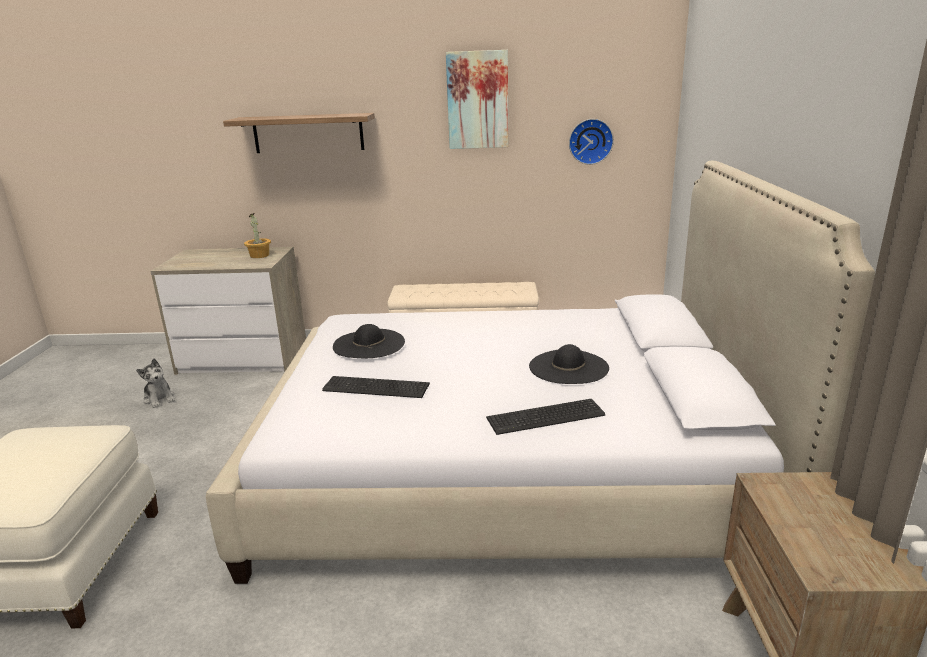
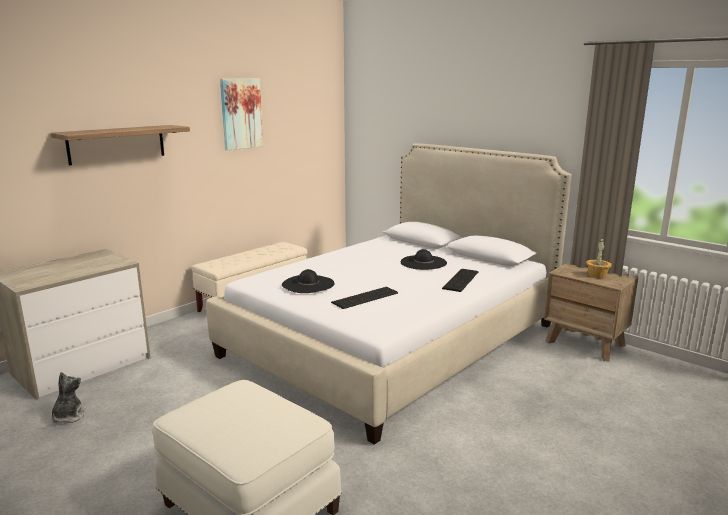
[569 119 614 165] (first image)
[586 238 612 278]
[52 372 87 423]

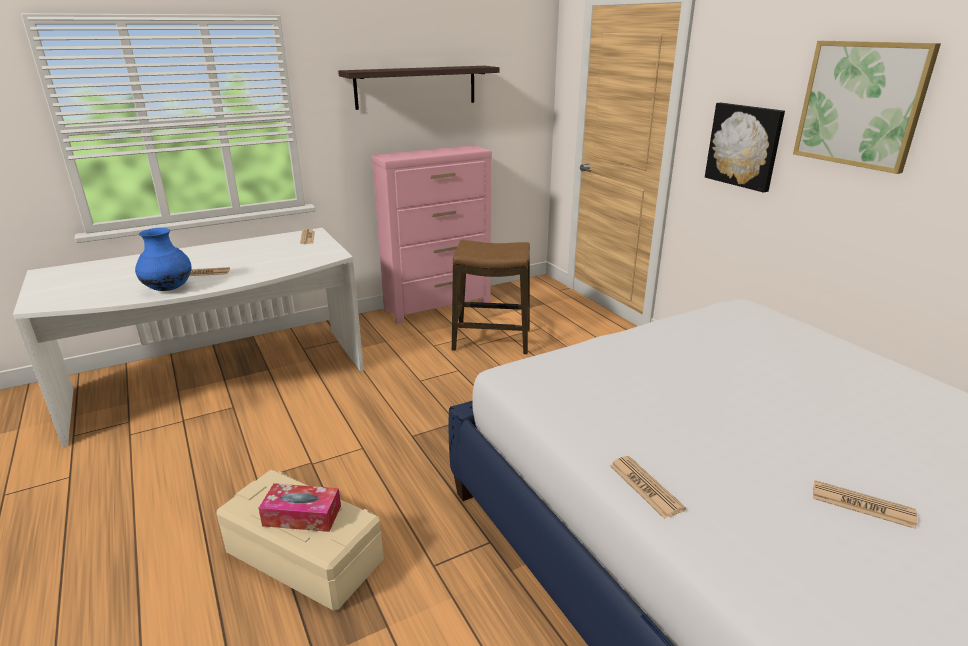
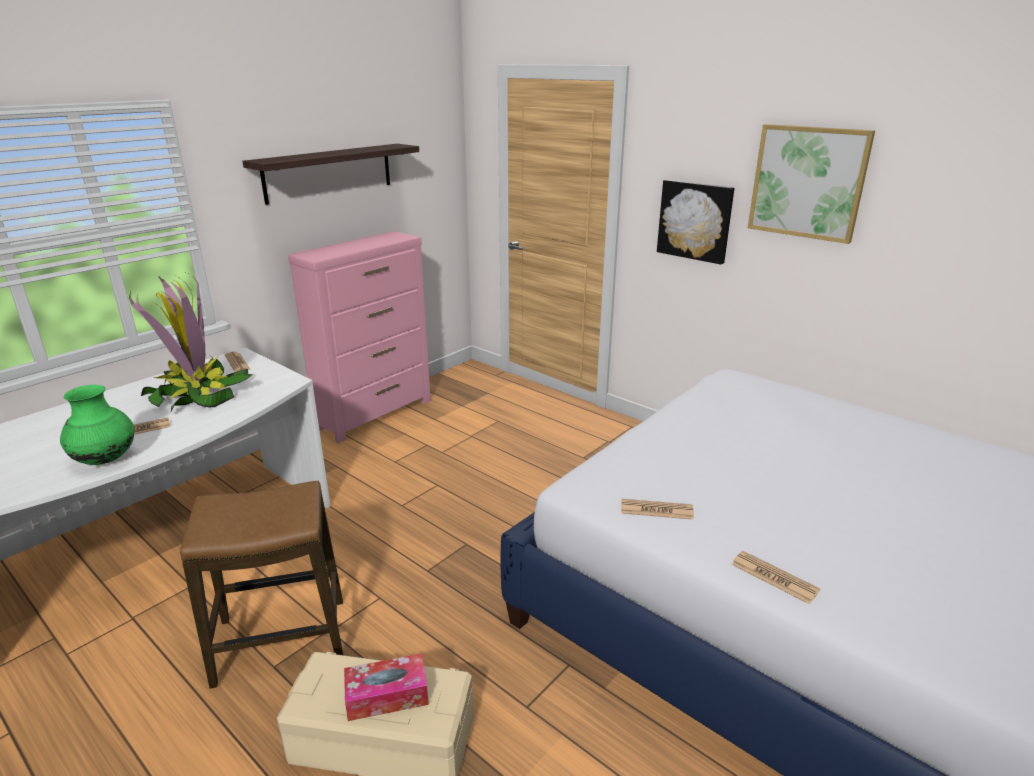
[60 385 134 465]
[180 481 343 689]
[621 499 694 520]
[129 275 253 411]

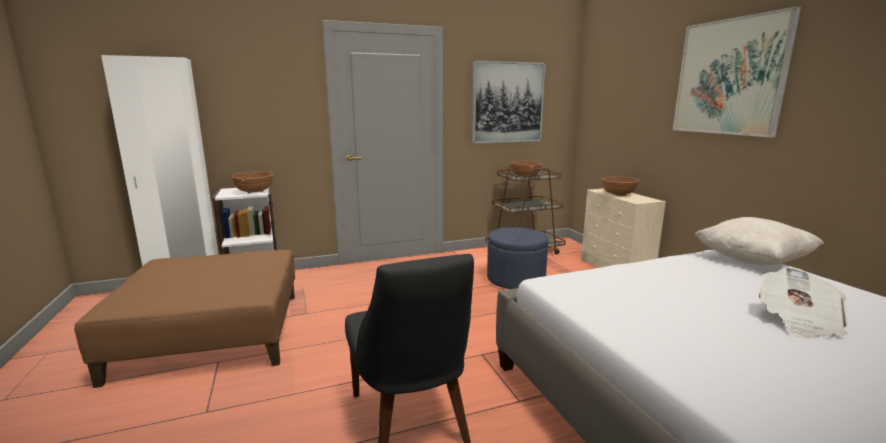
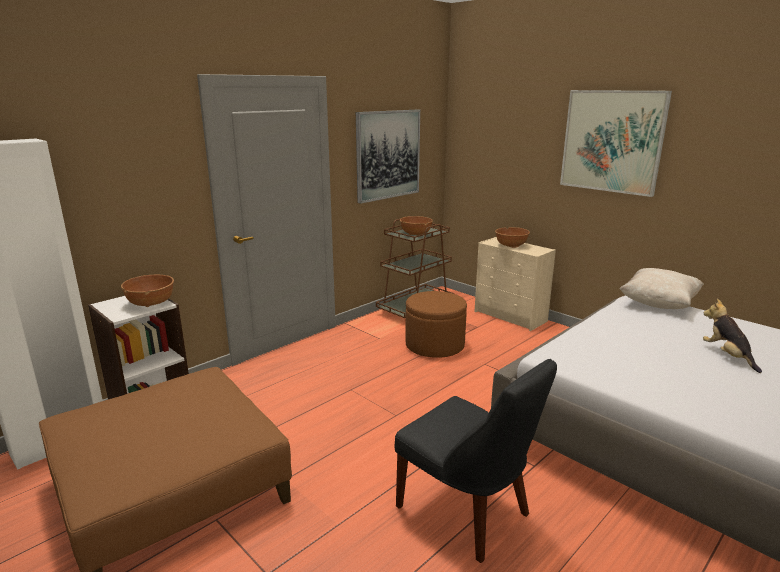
[405 291 467 358]
[703 299 762 373]

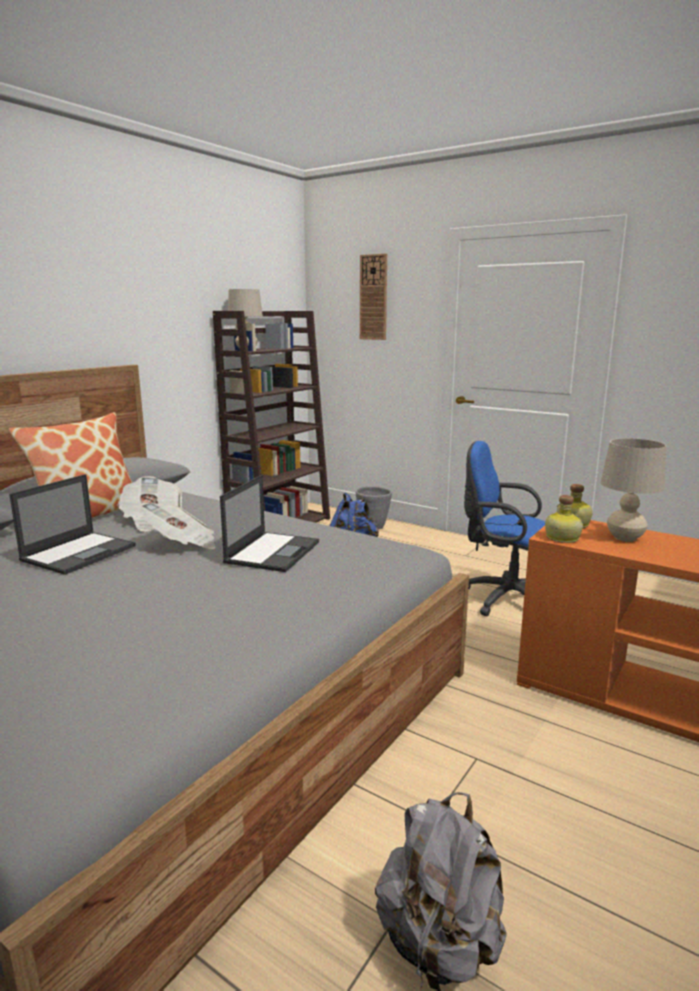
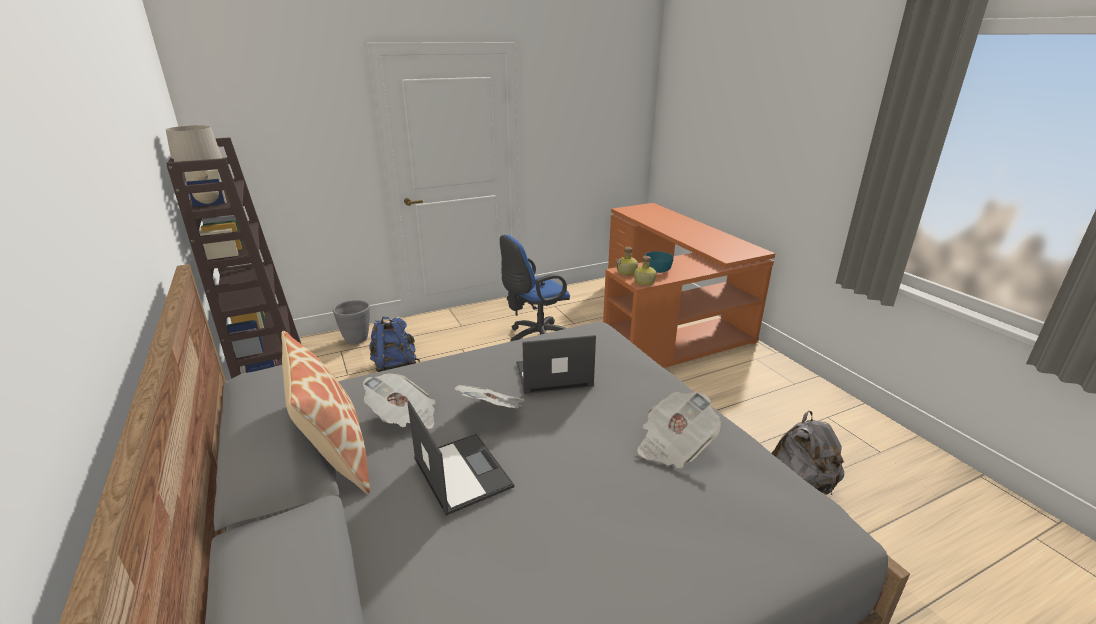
[360 254 387 340] (first image)
[645 251 674 273]
[516 335 596 394]
[637 392 721 468]

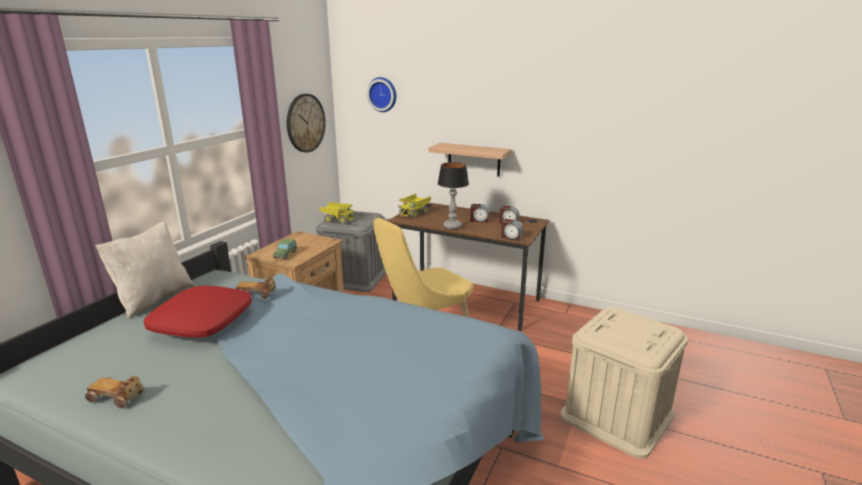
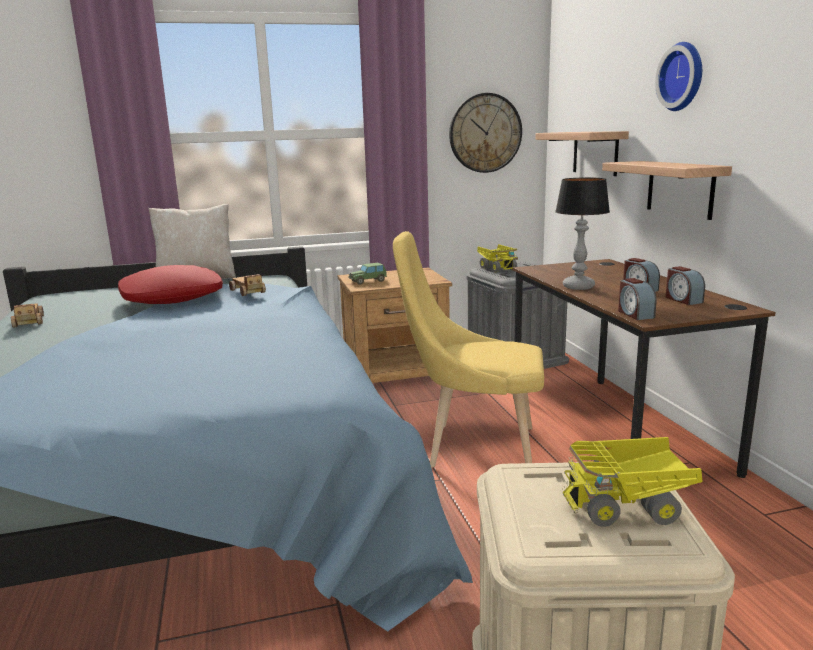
[655 42 702 111]
[563 437 703 527]
[536 131 629 176]

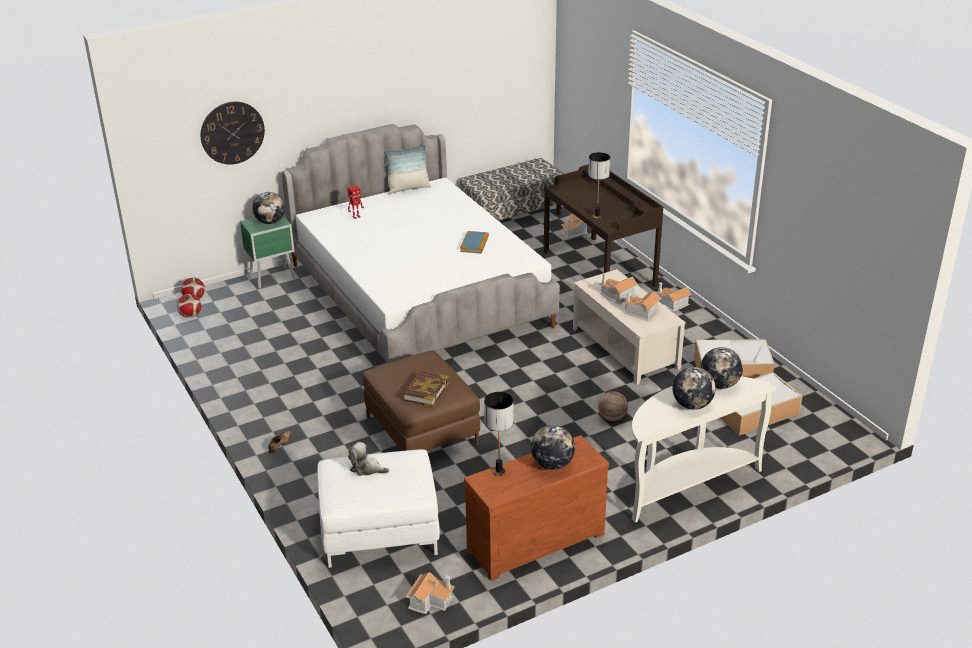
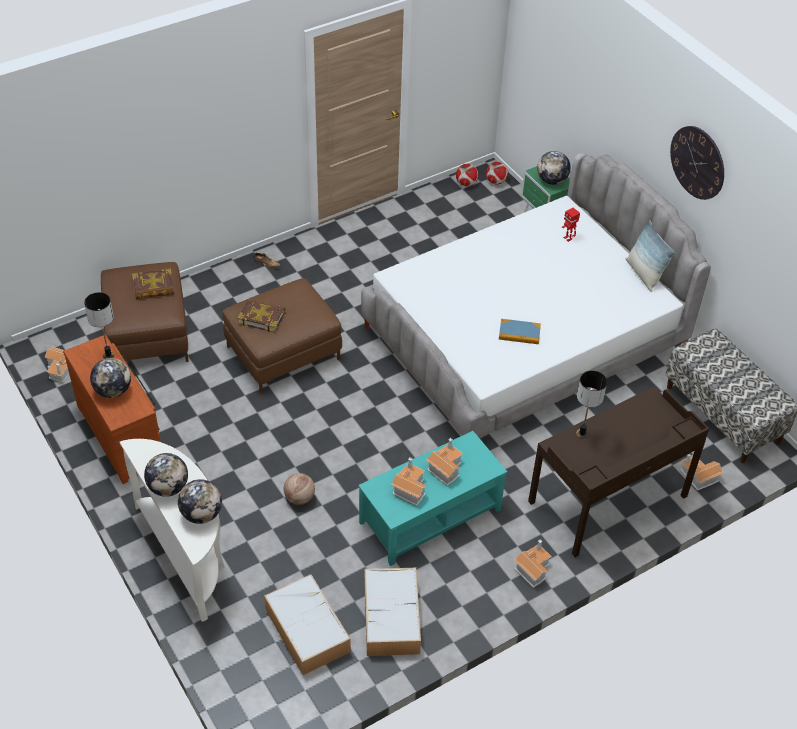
[670 126 724 200]
[358 431 507 566]
[132 269 174 299]
[101 262 189 362]

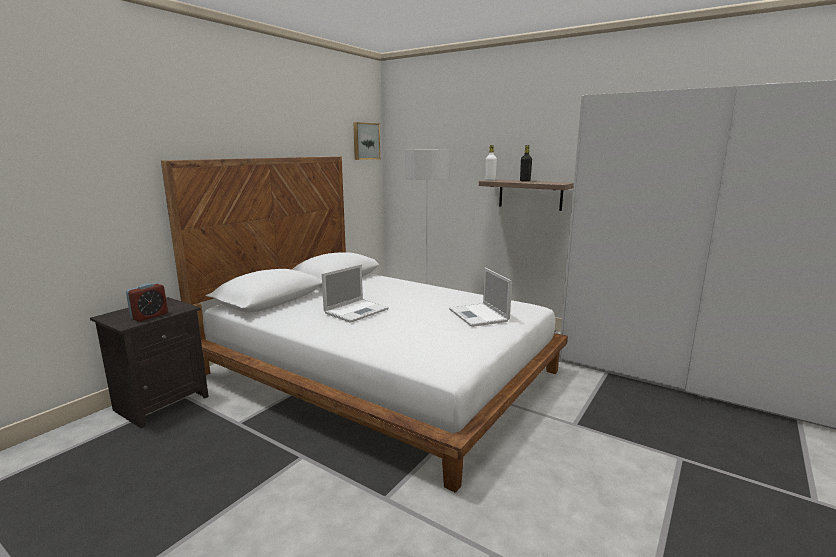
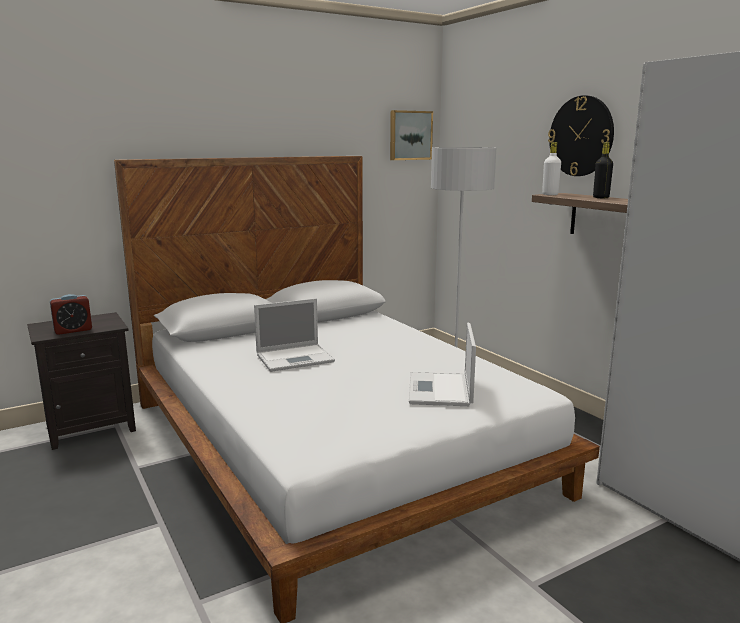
[548 95 614 176]

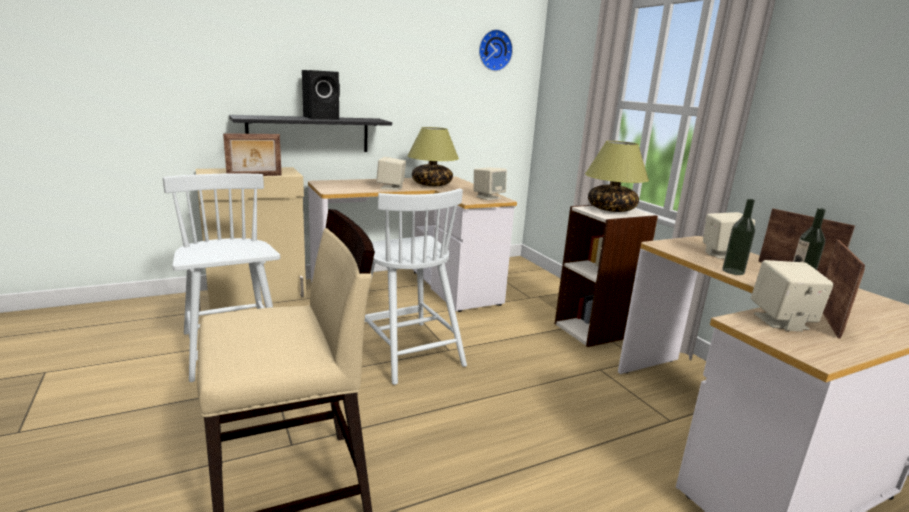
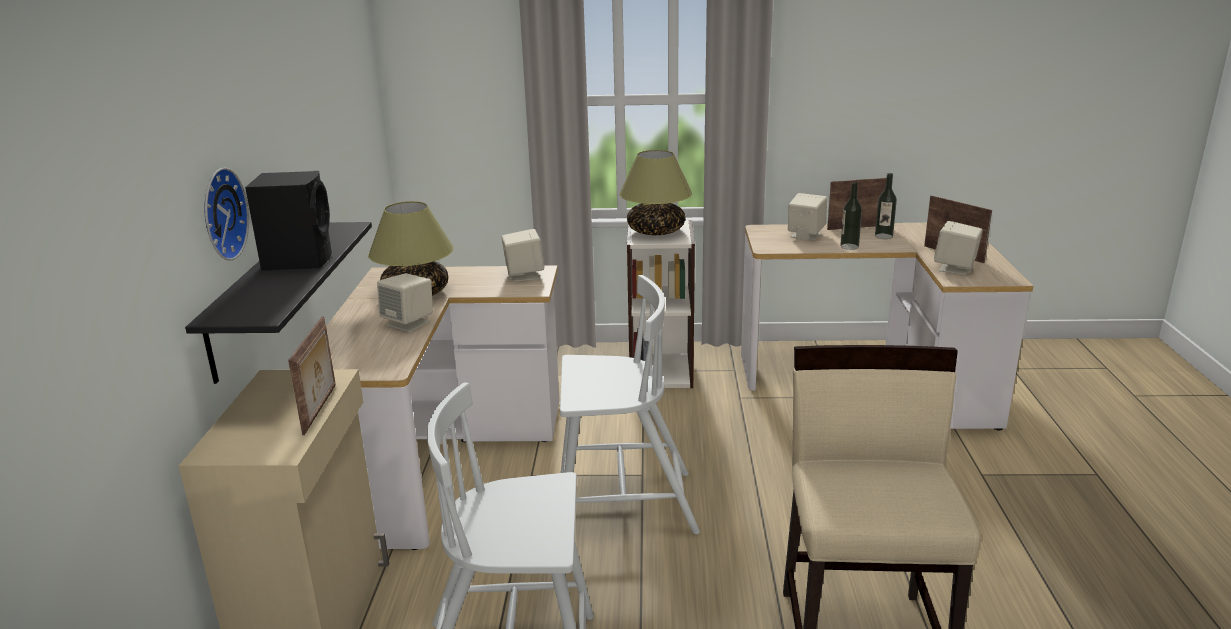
[204 167 249 261]

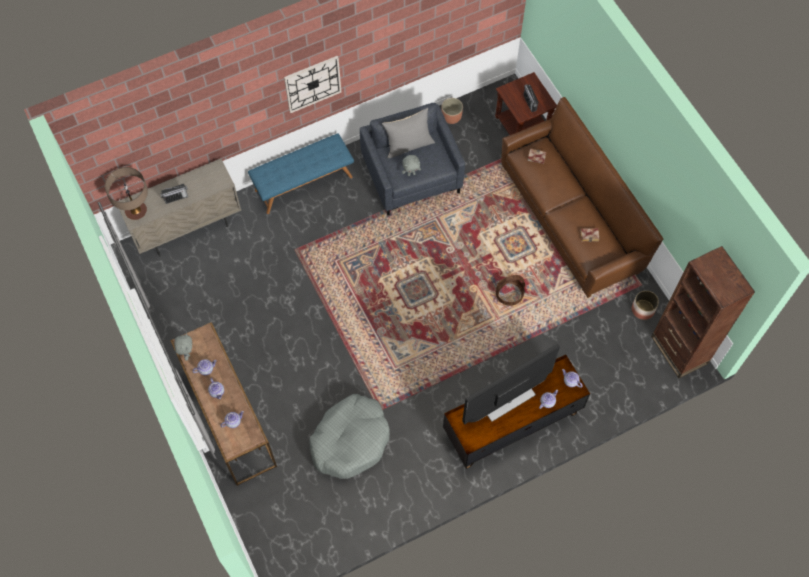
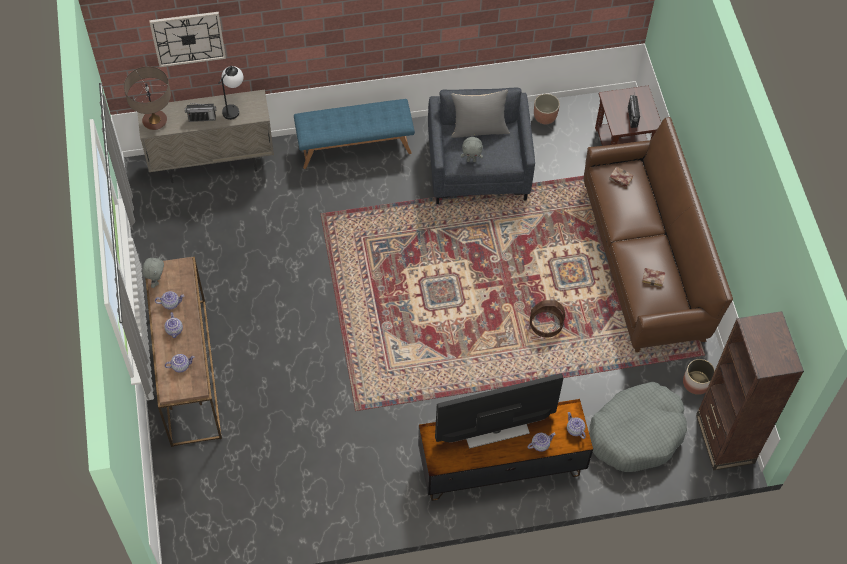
[149 12 226 67]
[589 382 687 472]
[218 66 243 120]

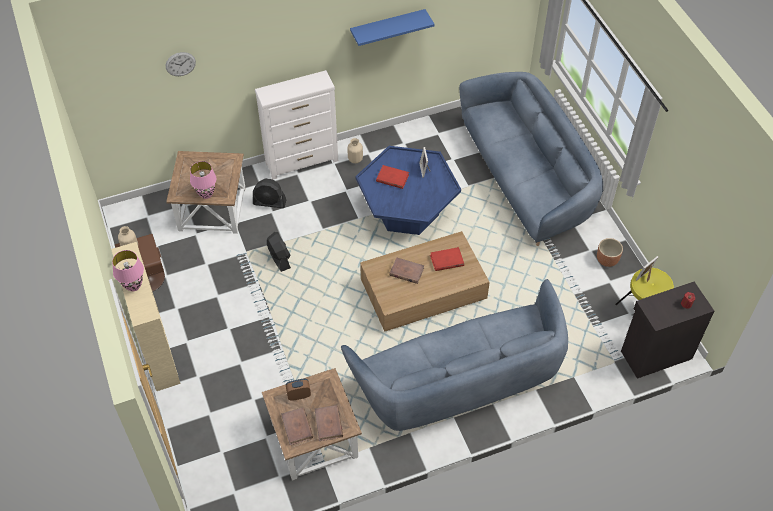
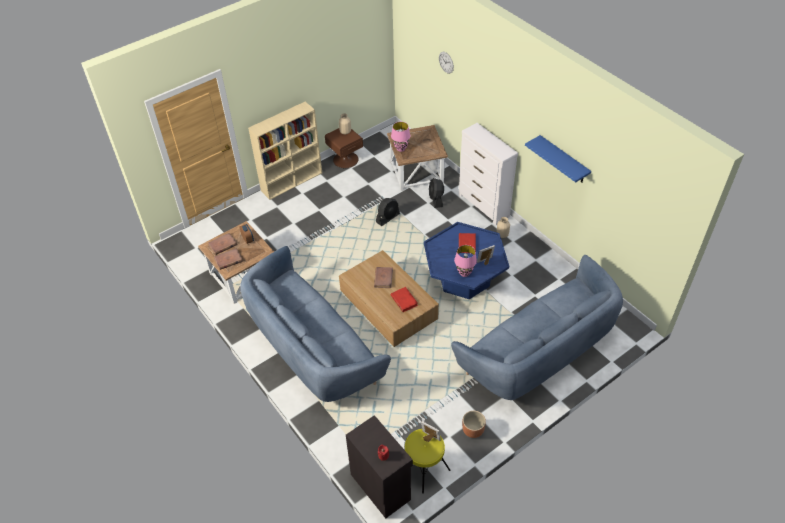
[454 245 477 277]

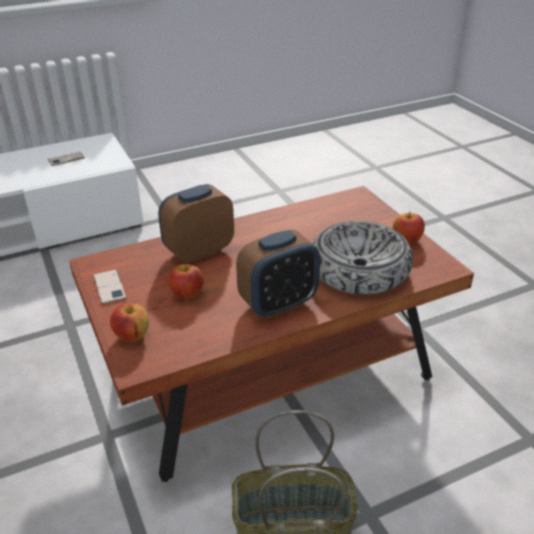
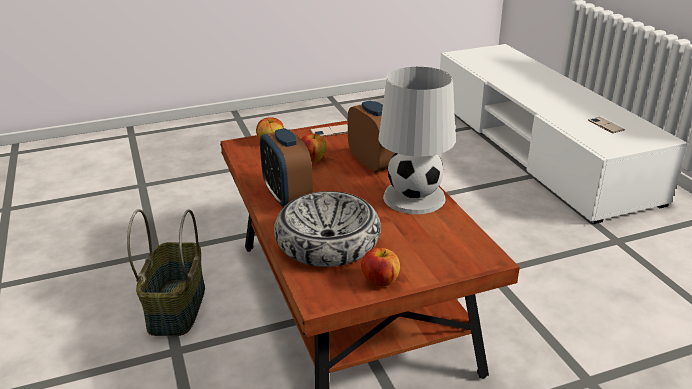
[379 67 456 214]

